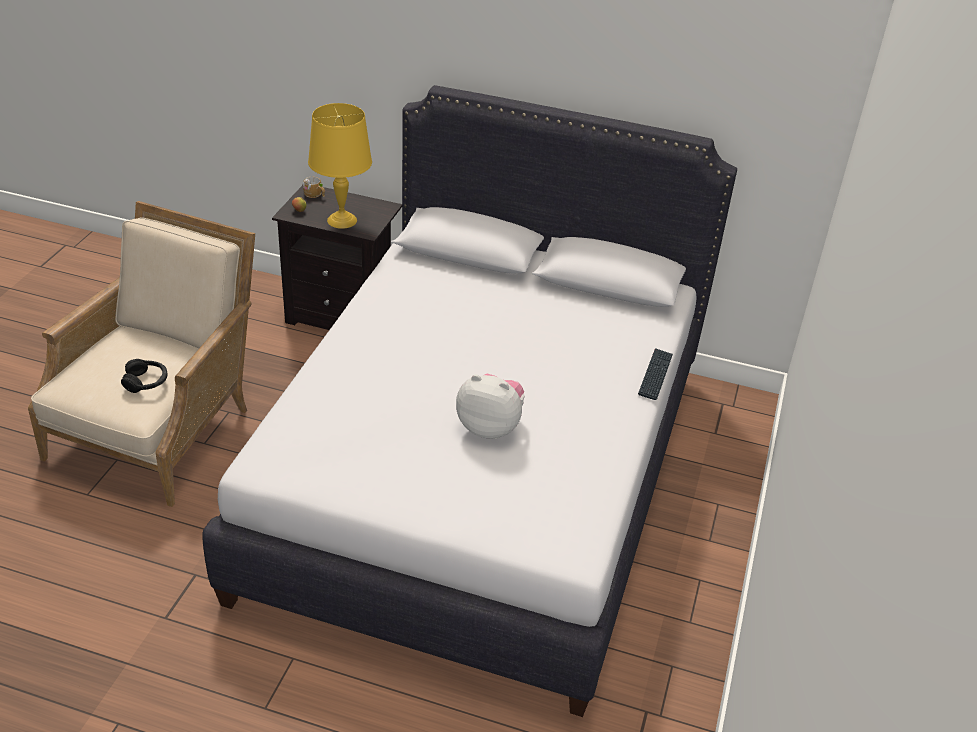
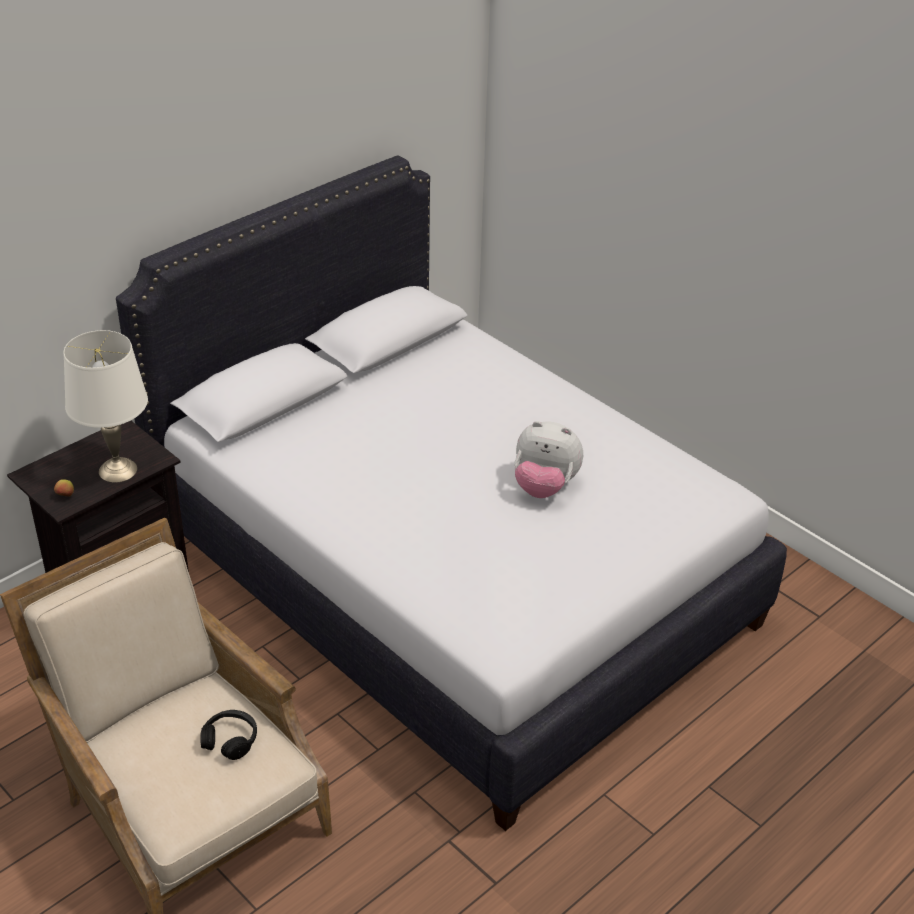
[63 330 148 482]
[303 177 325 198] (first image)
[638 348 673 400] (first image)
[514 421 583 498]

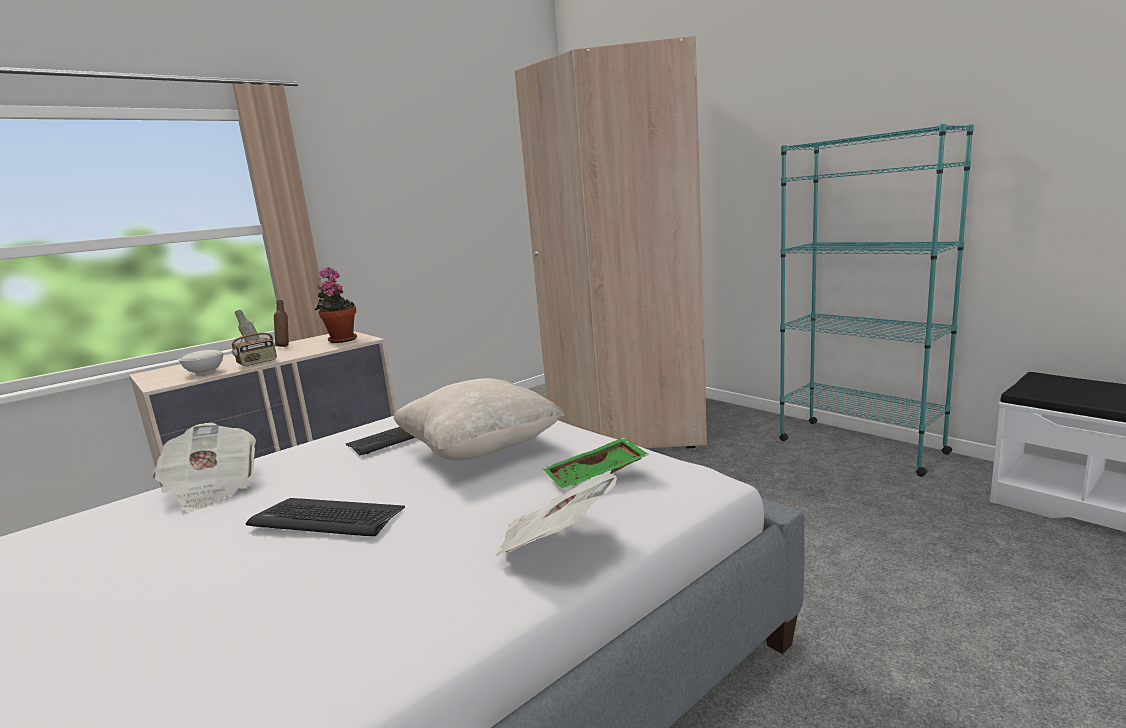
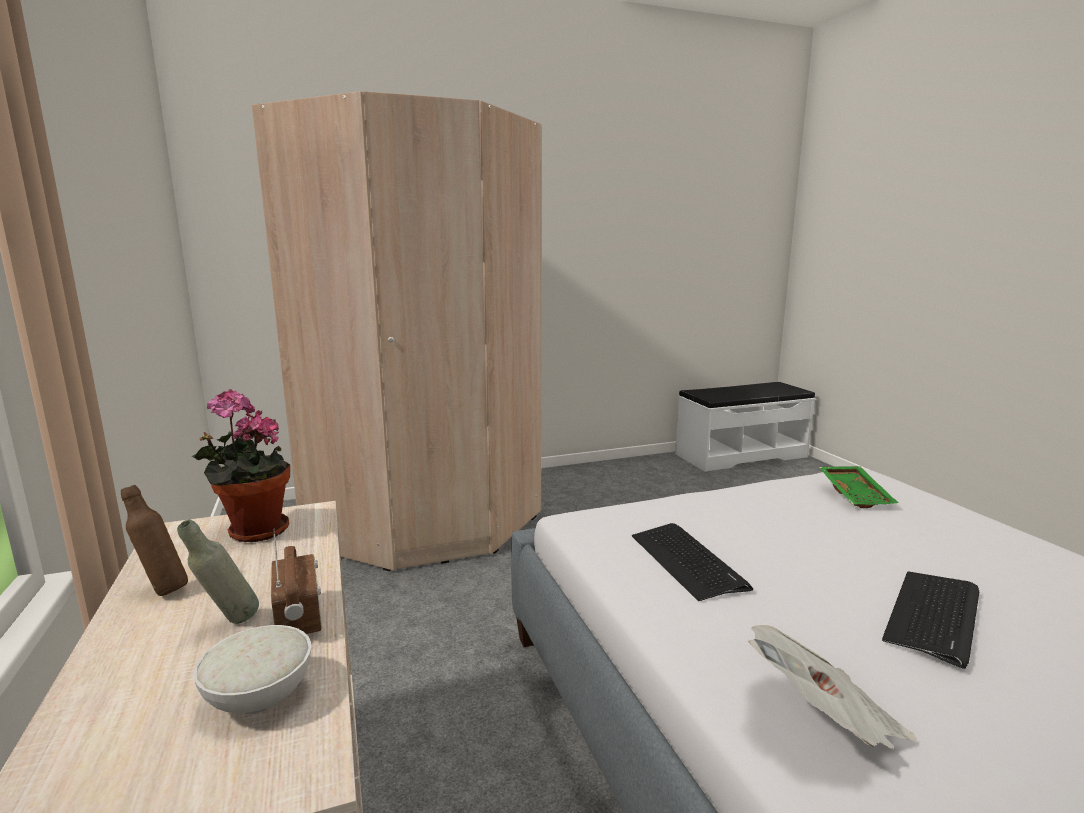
[779 124 974 477] (first image)
[394 378 565 461] (first image)
[496 470 617 556] (first image)

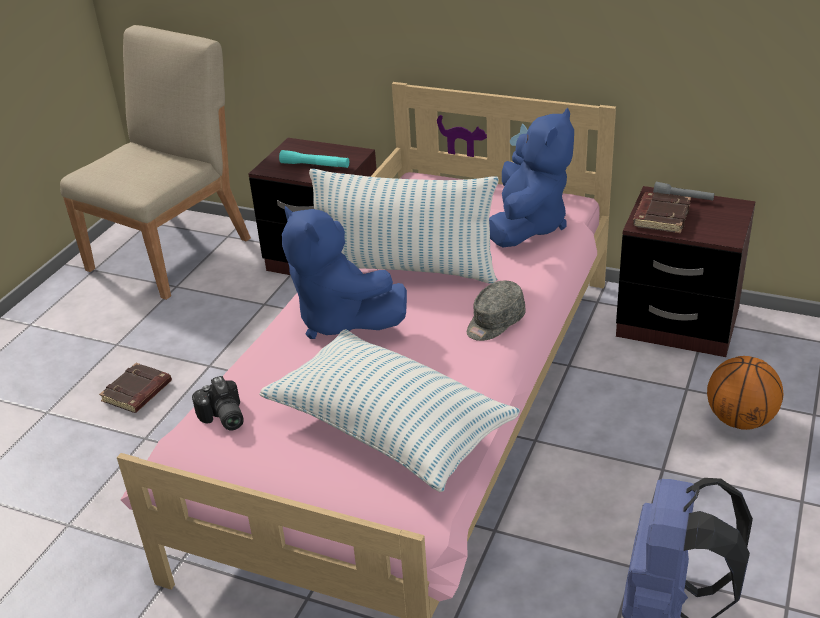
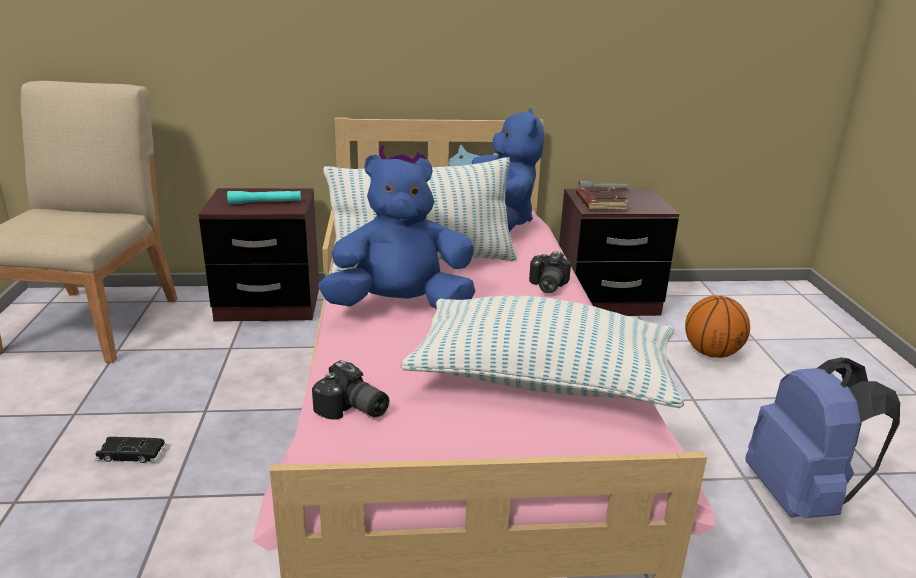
[318 154 475 309]
[529 251 571 294]
[94 437 167 463]

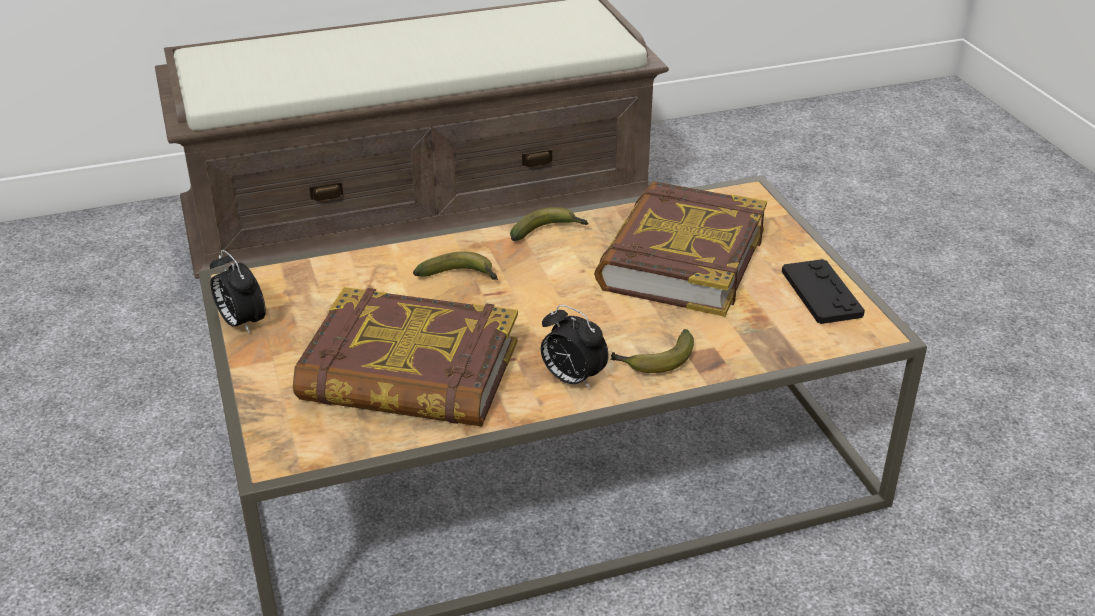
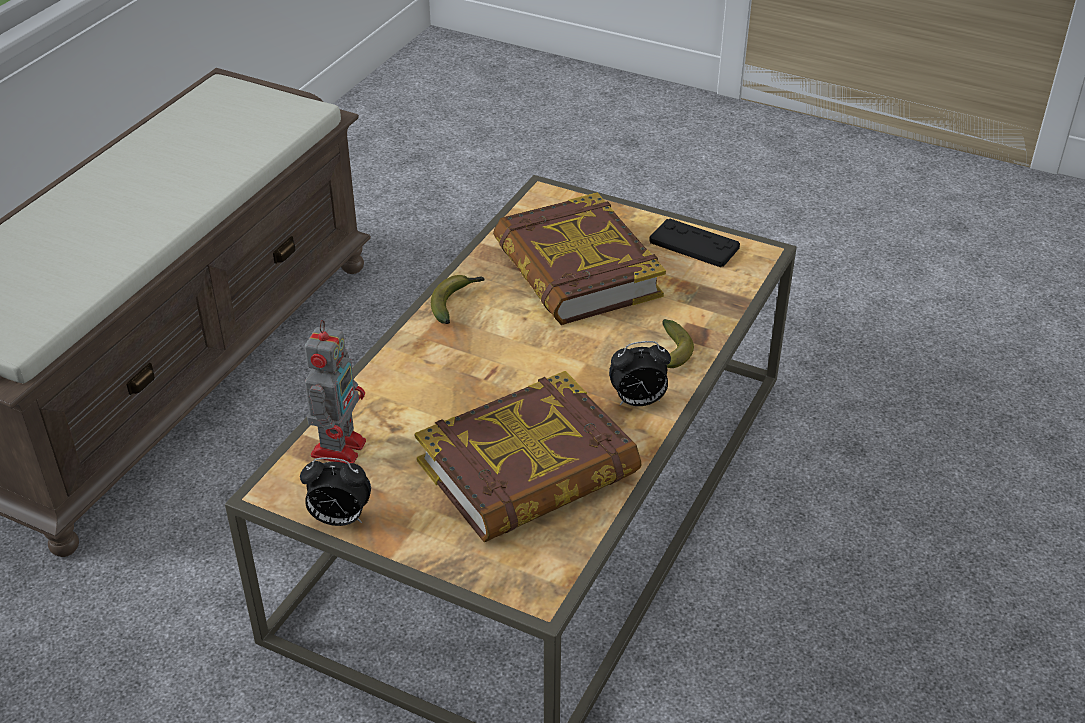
[413 251 498 280] (first image)
[305 320 366 464]

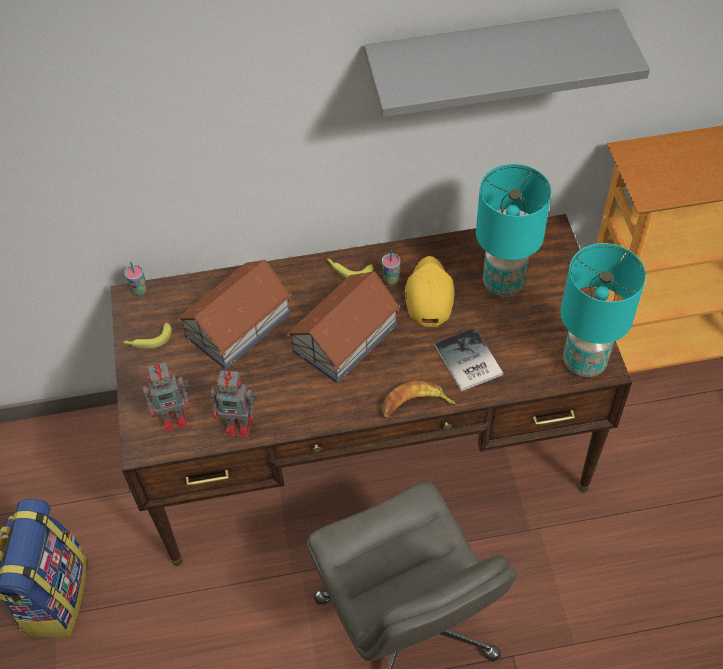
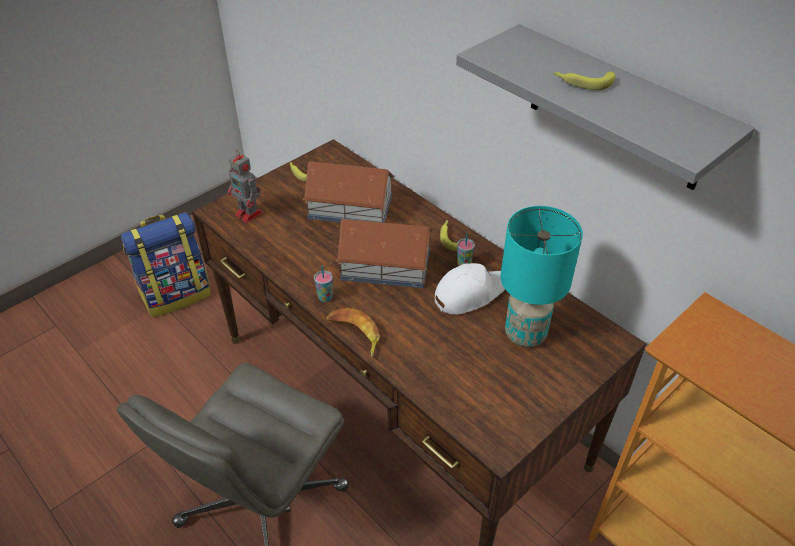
[561 243 646 377] (first image)
[435 263 505 315]
[314 266 333 302]
[435 328 503 391] (first image)
[211 370 258 438] (first image)
[553 71 615 90]

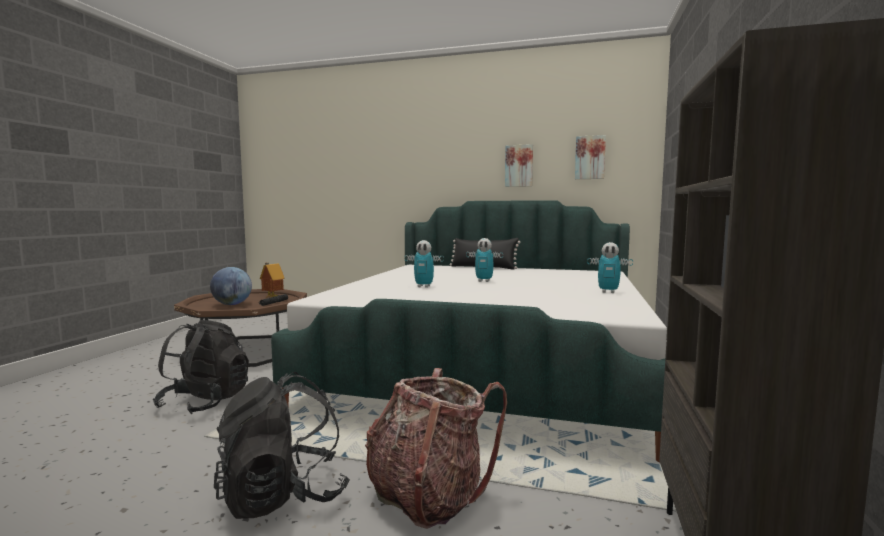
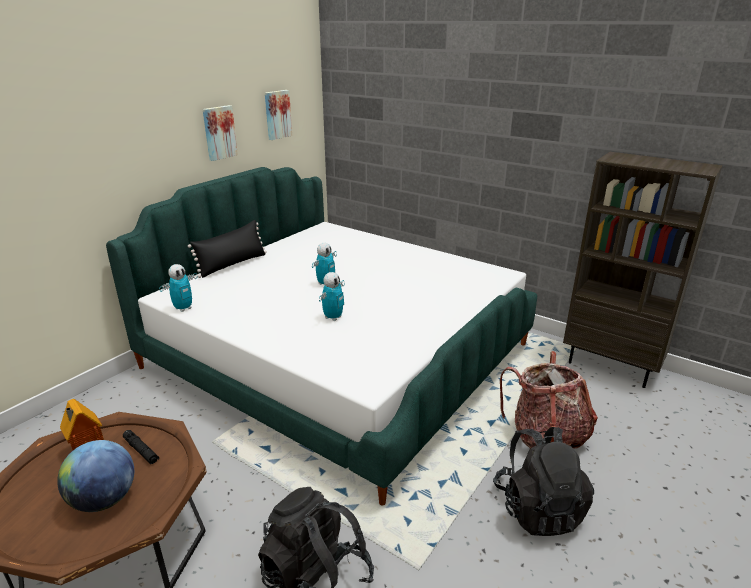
[159 264 198 312]

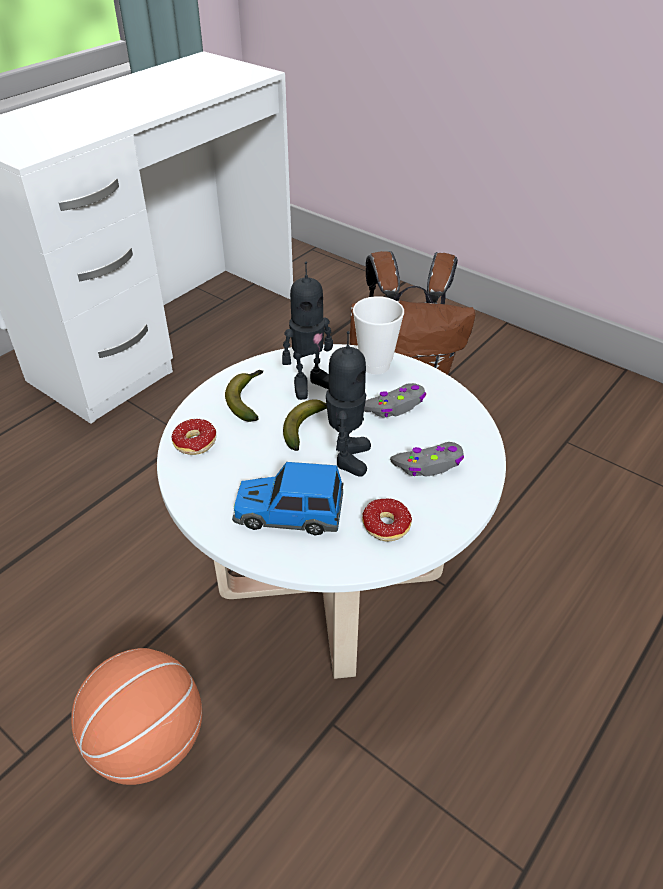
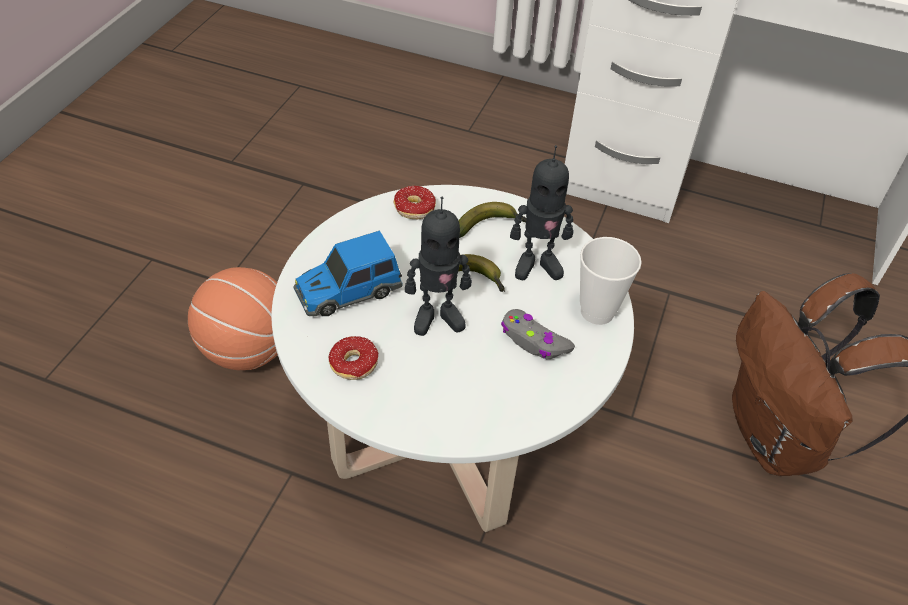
[510 145 574 280]
[390 442 464 477] (first image)
[293 230 402 316]

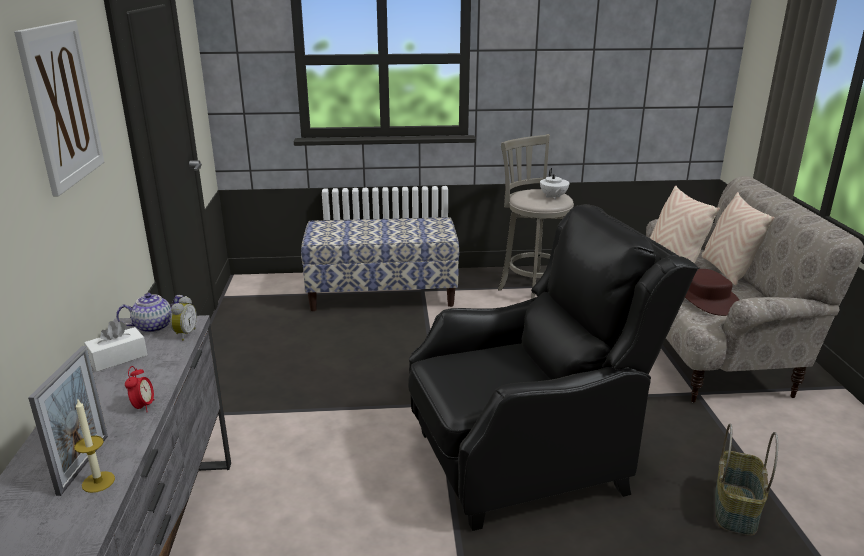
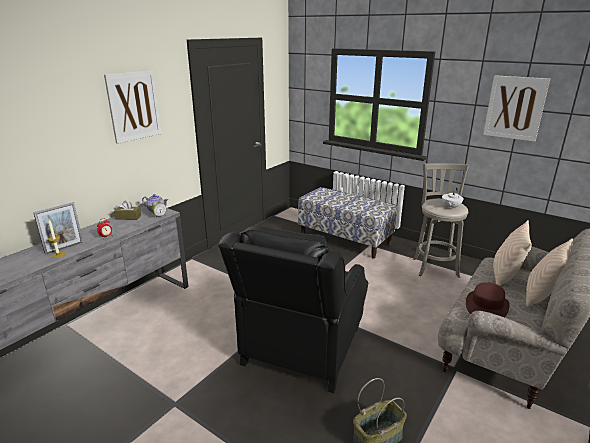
[218 225 368 393]
[114 201 141 220]
[483 75 550 142]

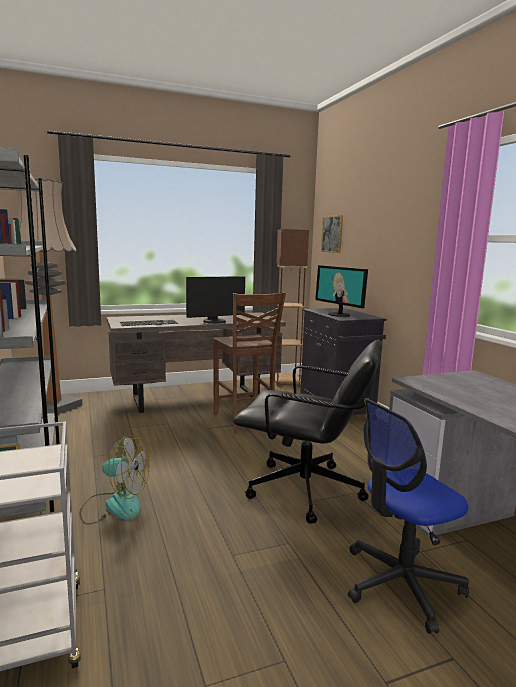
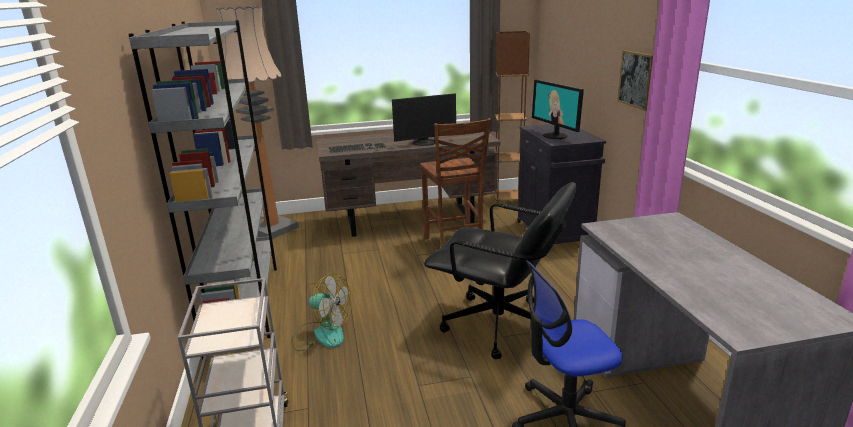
[617 50 653 111]

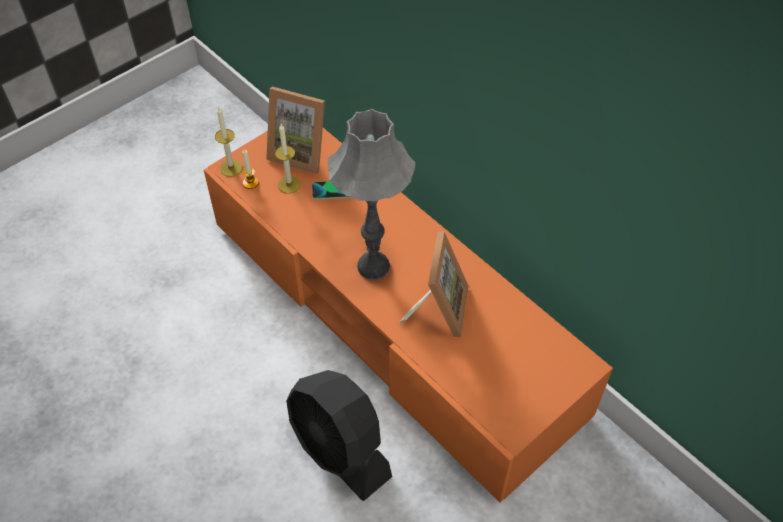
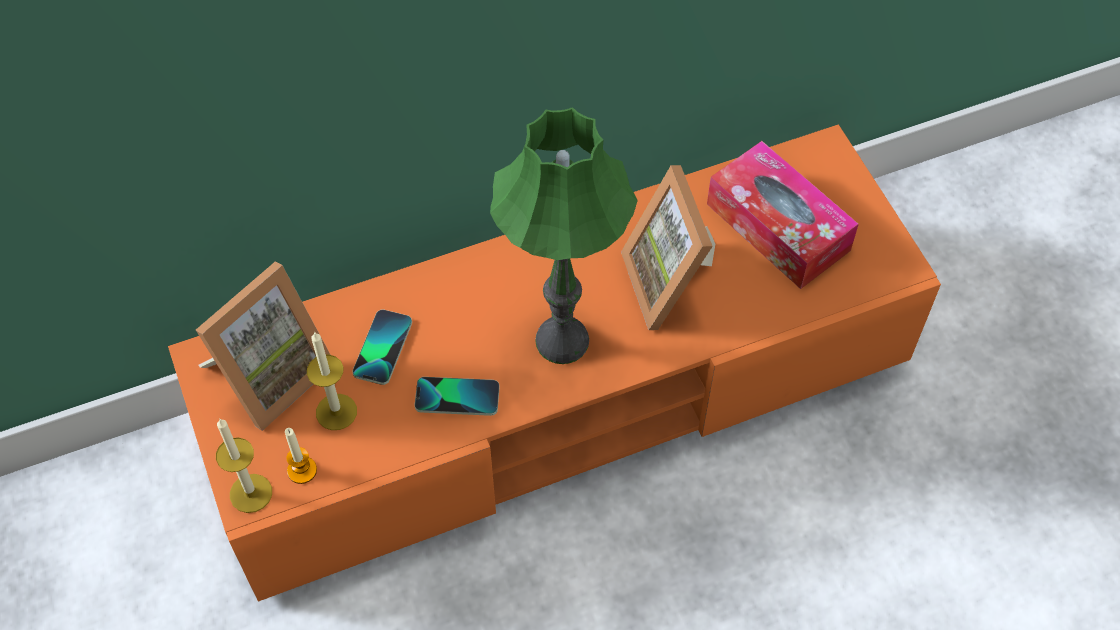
[490 107 638 364]
[621 165 715 330]
[286 370 392 501] (first image)
[707 141 859 289]
[415 377 500 416]

